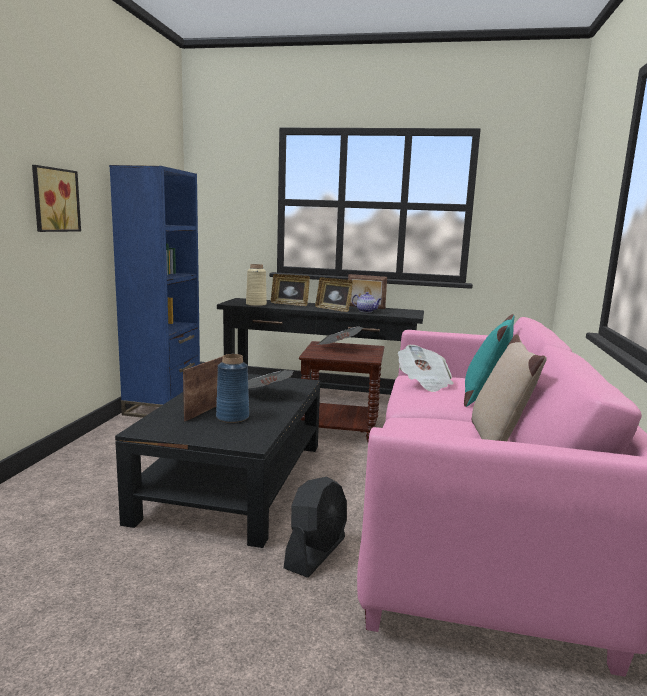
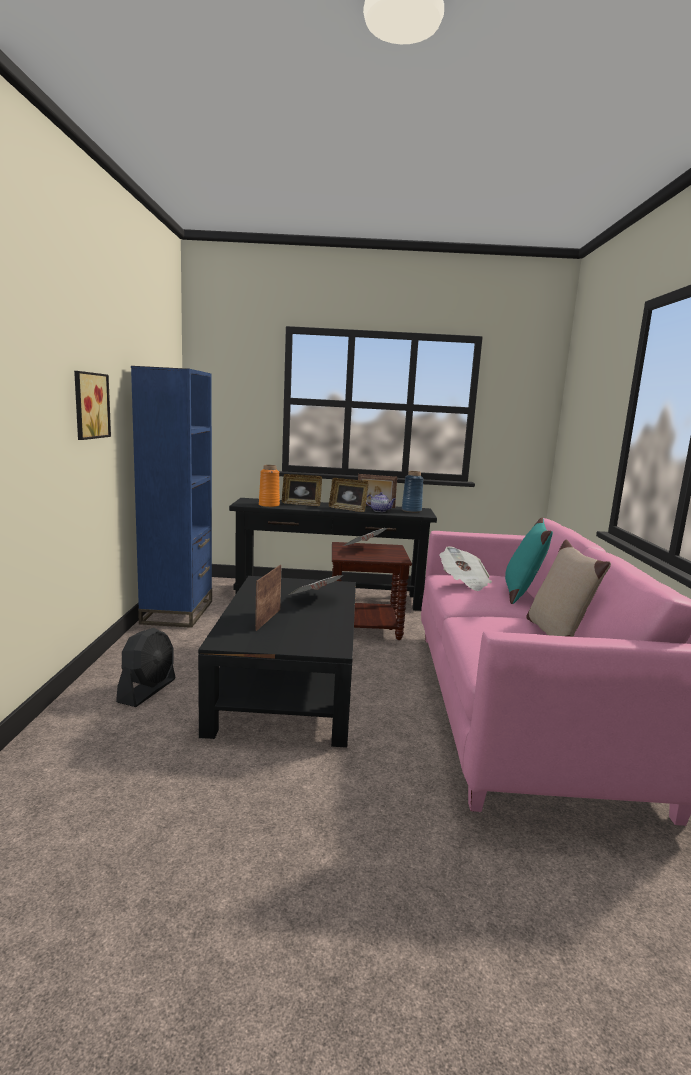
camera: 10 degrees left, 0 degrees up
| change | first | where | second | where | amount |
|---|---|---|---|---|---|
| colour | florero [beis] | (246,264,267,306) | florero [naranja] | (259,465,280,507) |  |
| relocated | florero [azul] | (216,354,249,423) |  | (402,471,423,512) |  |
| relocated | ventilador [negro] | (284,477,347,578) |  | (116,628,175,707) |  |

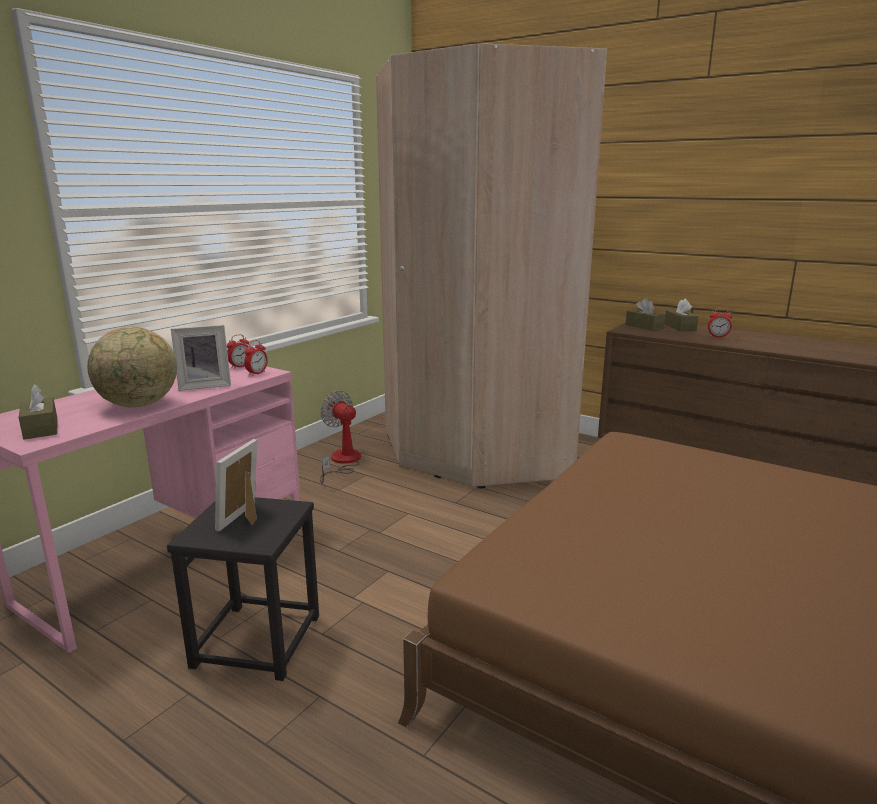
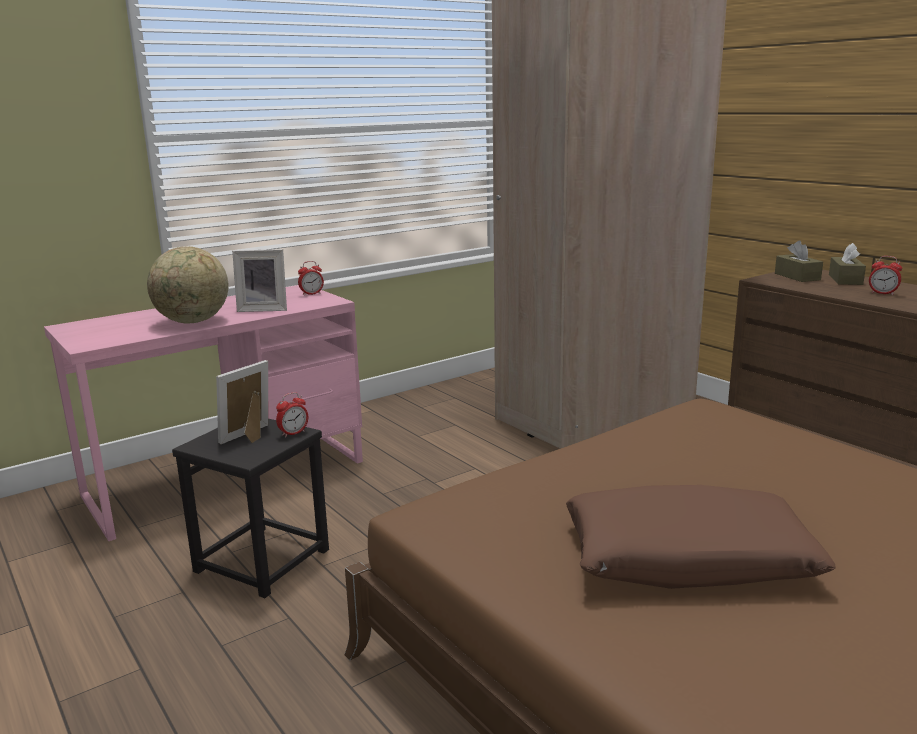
camera: 20 degrees right, 0 degrees up
| change | first | where | second | where | amount |
|---|---|---|---|---|---|
| relocated | despertador | (244,340,268,376) |  | (276,392,308,437) |  |
| missing | caja de pañuelos [marrón] | (18,384,57,440) |  |  |  |
| missing | ventilador | (320,391,361,483) |  |  |  |
| appeared |  |  | cojín [marrón] | (566,485,836,589) |  |

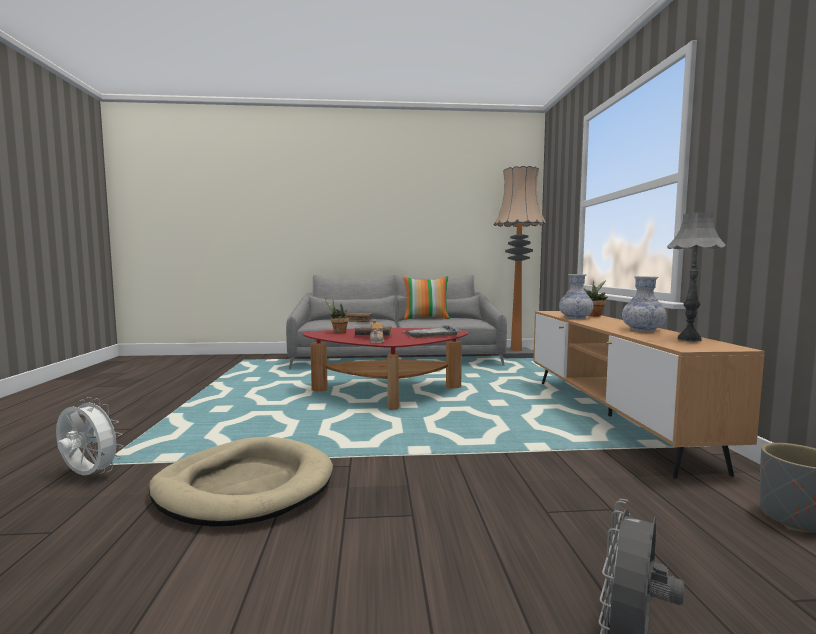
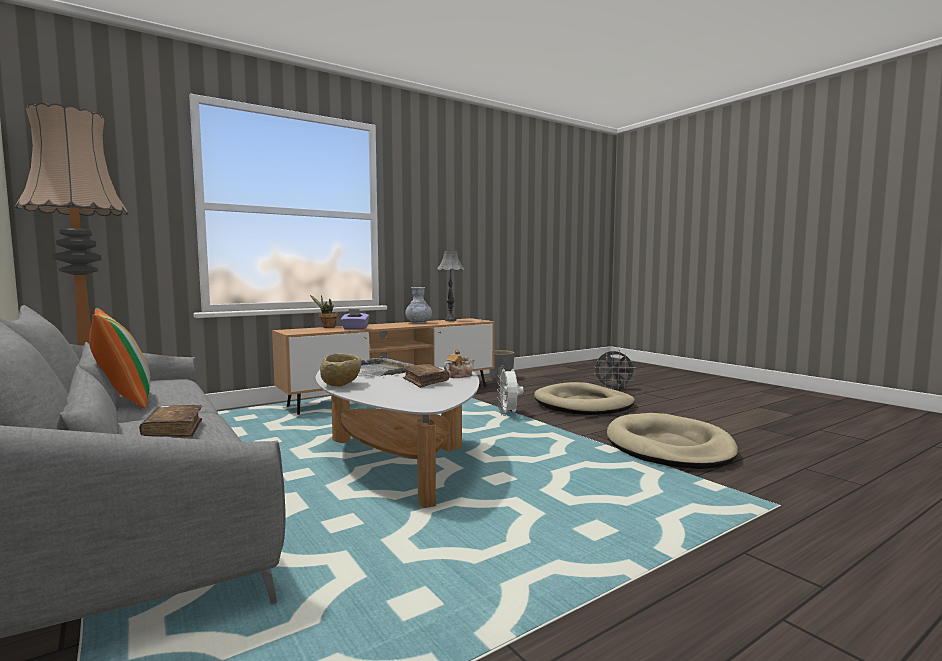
camera: 120 degrees left, 0 degrees up
| change | first | where | second | where | amount |
|---|---|---|---|---|---|
| exchanged | florero | (559,274,594,319) | caja de pañuelos [morado] | (341,309,369,329) |  |
| missing | planta en maceta | (325,299,349,333) |  |  |  |
| colour | mesa de centro [rojo] | (302,328,469,410) | mesa de centro [blanco] | (316,367,479,508) |  |
| relocated | ventilador [blanco] | (56,397,123,475) |  | (497,366,524,416) |  |
| appeared |  |  | cuenco [beis] | (320,353,361,386) |  |
| appeared |  |  | cama para perro [beis] | (534,382,635,415) |  |

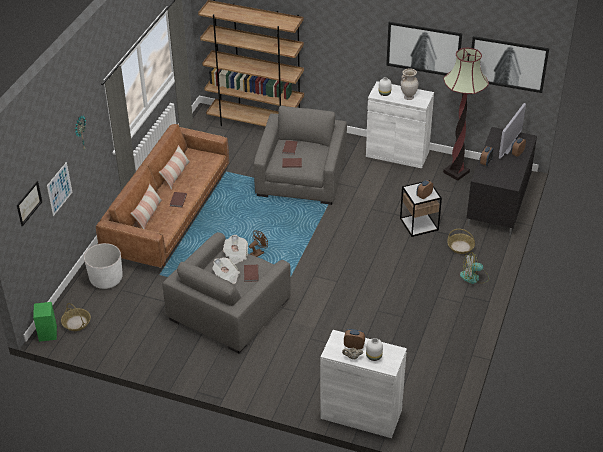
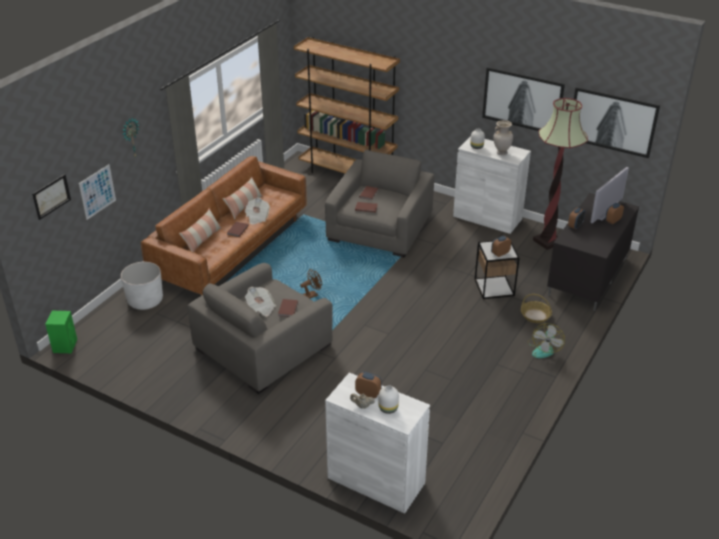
camera: 10 degrees right, 5 degrees down
| change | first | where | second | where | amount |
|---|---|---|---|---|---|
| relocated | periódico | (223,235,248,264) |  | (245,198,270,224) |  |
| spun | ventilador | (460,252,489,284) |  | (527,324,565,358) | 75 degrees counterclockwise |
| missing | cesta | (61,303,91,331) |  |  |  |

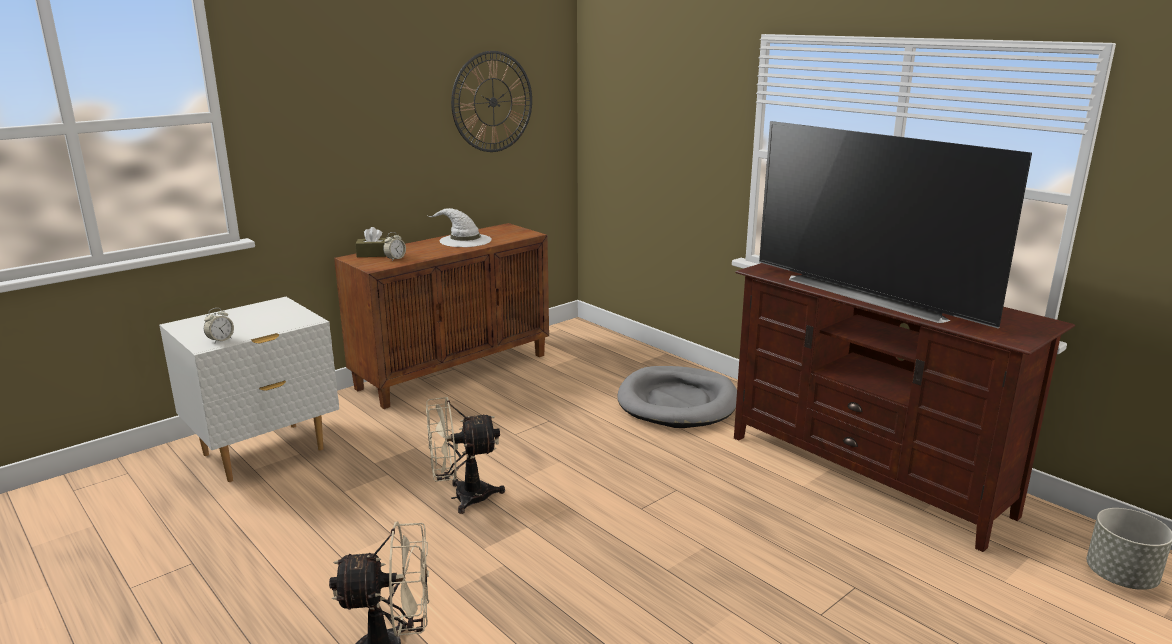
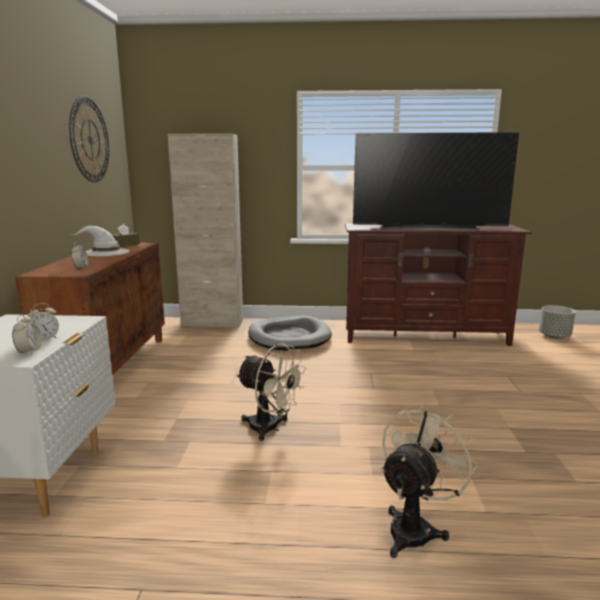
camera: 45 degrees left, 5 degrees down
| change | first | where | second | where | amount |
|---|---|---|---|---|---|
| relocated | caja de pañuelos [marrón] | (355,227,386,257) |  | (112,224,140,247) |  |
| spun | ventilador [beis] | (426,397,505,514) |  | (236,343,306,441) | 90 degrees counterclockwise |
| appeared |  |  | armario [beis] | (168,133,243,328) |  |
| appeared |  |  | despertador | (28,303,59,340) |  |

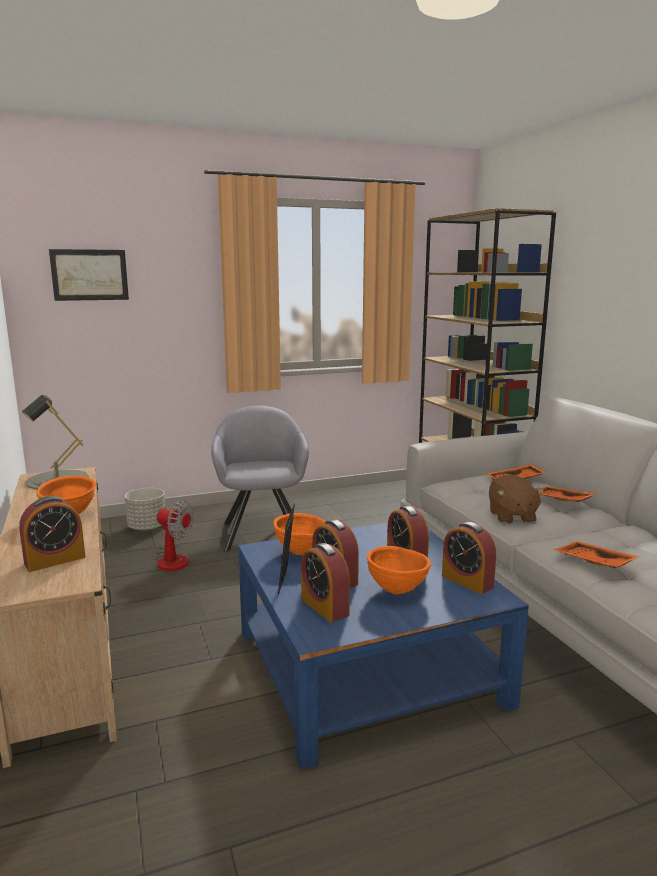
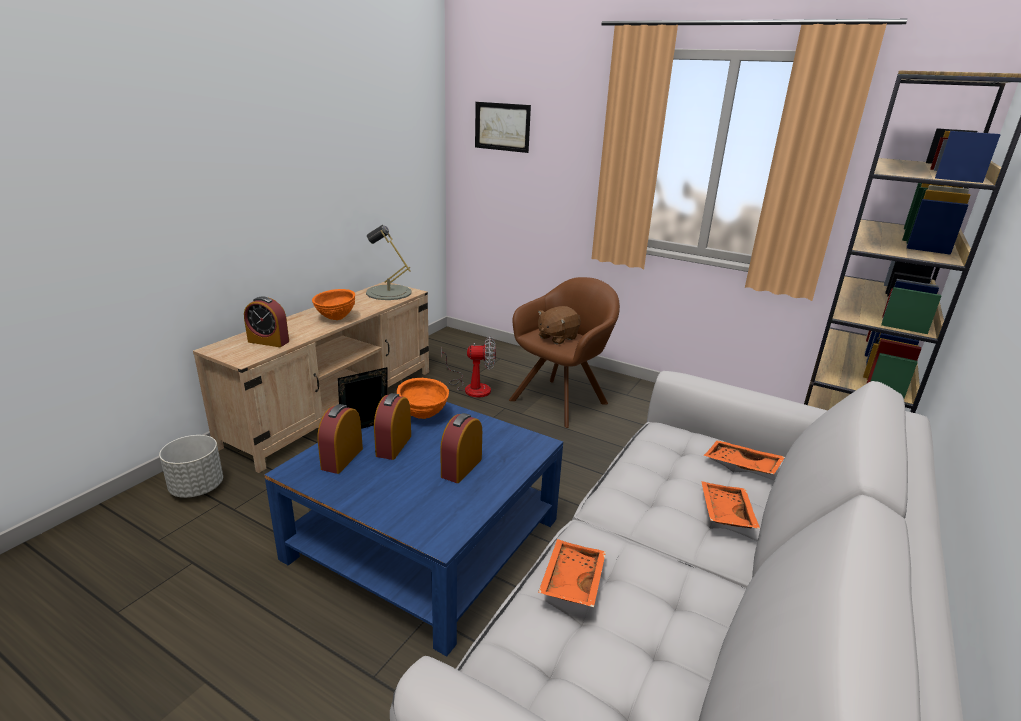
camera: 50 degrees right, 10 degrees up
| change | first | where | second | where | amount |
|---|---|---|---|---|---|
| colour | sillón [gris] | (211,405,309,552) | sillón [marrón] | (509,277,620,428) |  |
| relocated | peluche [marrón] | (489,475,544,524) |  | (538,306,581,344) |  |
| relocated | maceta [gris] | (125,488,165,531) |  | (159,435,223,498) |  |
| spun | ventilador | (154,500,194,571) |  | (441,336,496,398) | 75 degrees counterclockwise |
| missing | despertador | (442,522,496,594) |  |  |  |
| missing | cuenco [naranja] | (367,546,431,595) |  |  |  |

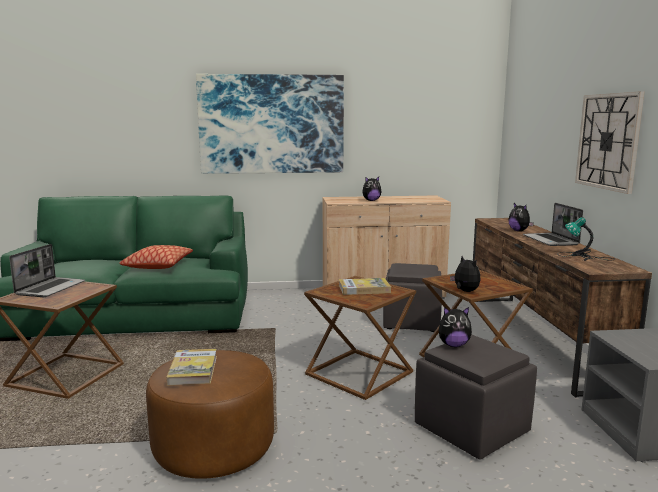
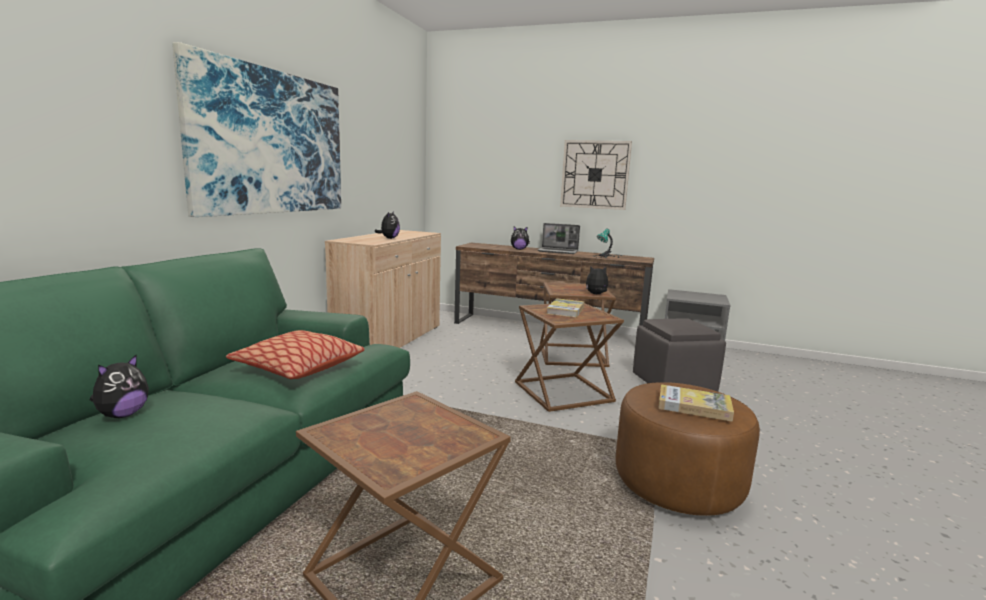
camera: 65 degrees left, 0 degrees up
| change | first | where | second | where | amount |
|---|---|---|---|---|---|
| missing | portátil | (9,244,85,297) |  |  |  |
| missing | puf [gris] | (383,263,442,332) |  |  |  |
| relocated | peluche | (439,307,472,347) |  | (90,354,149,418) |  |

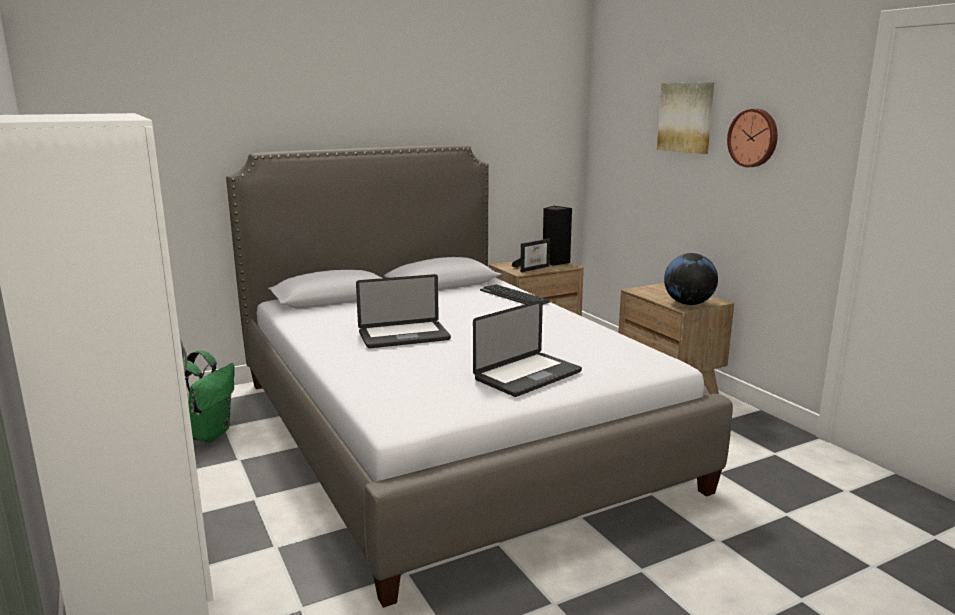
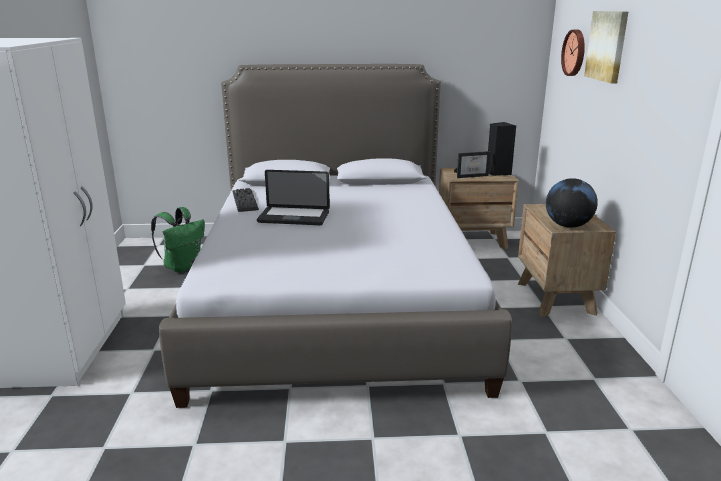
camera: 25 degrees right, 5 degrees up
| change | first | where | second | where | amount |
|---|---|---|---|---|---|
| relocated | reloj de pared | (727,109,778,167) |  | (561,30,585,76) |  |
| relocated | teclado | (480,284,550,304) |  | (232,188,259,212) |  |
| missing | portátil | (473,300,582,397) |  |  |  |

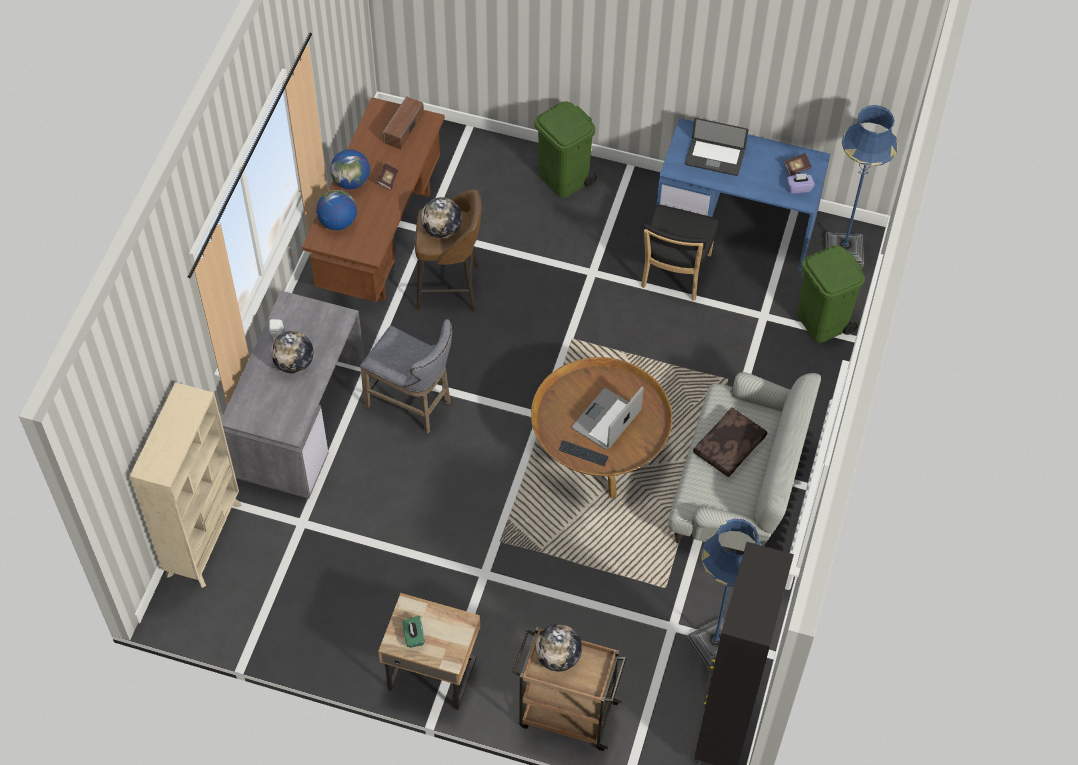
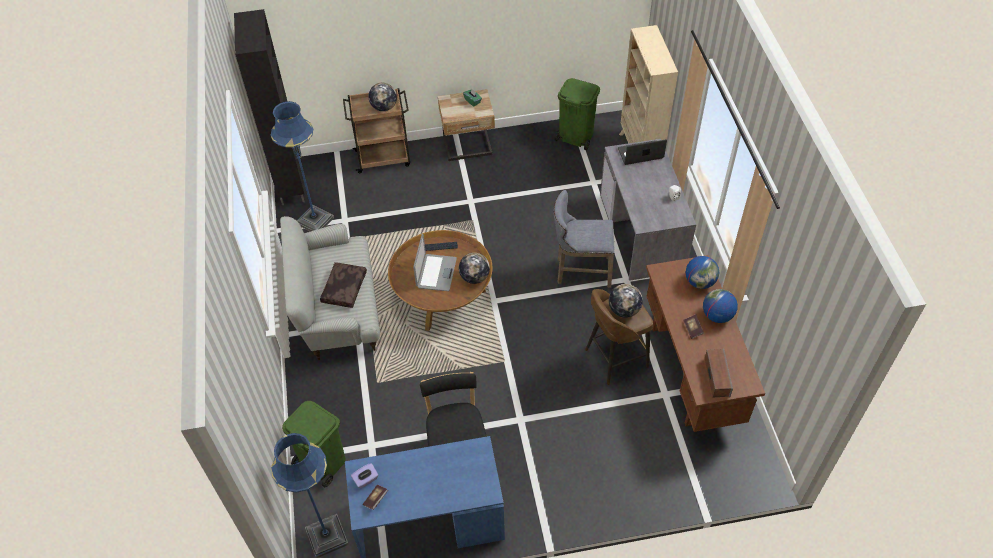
camera: 155 degrees right, 5 degrees down
| change | first | where | second | where | amount |
|---|---|---|---|---|---|
| relocated | papelera [verde] | (534,102,598,197) |  | (554,78,600,150) |  |
| relocated | portátil | (685,118,748,176) |  | (618,139,667,165) |  |
| relocated | globo terráqueo | (271,331,314,373) |  | (459,253,490,284) |  |

